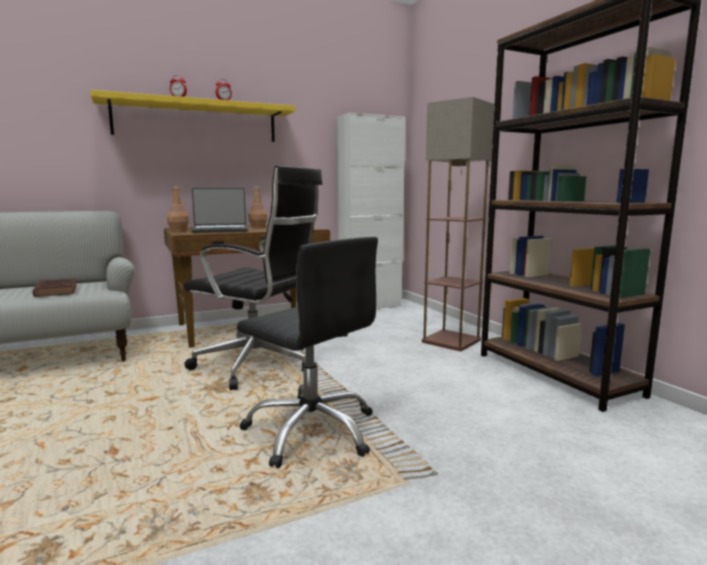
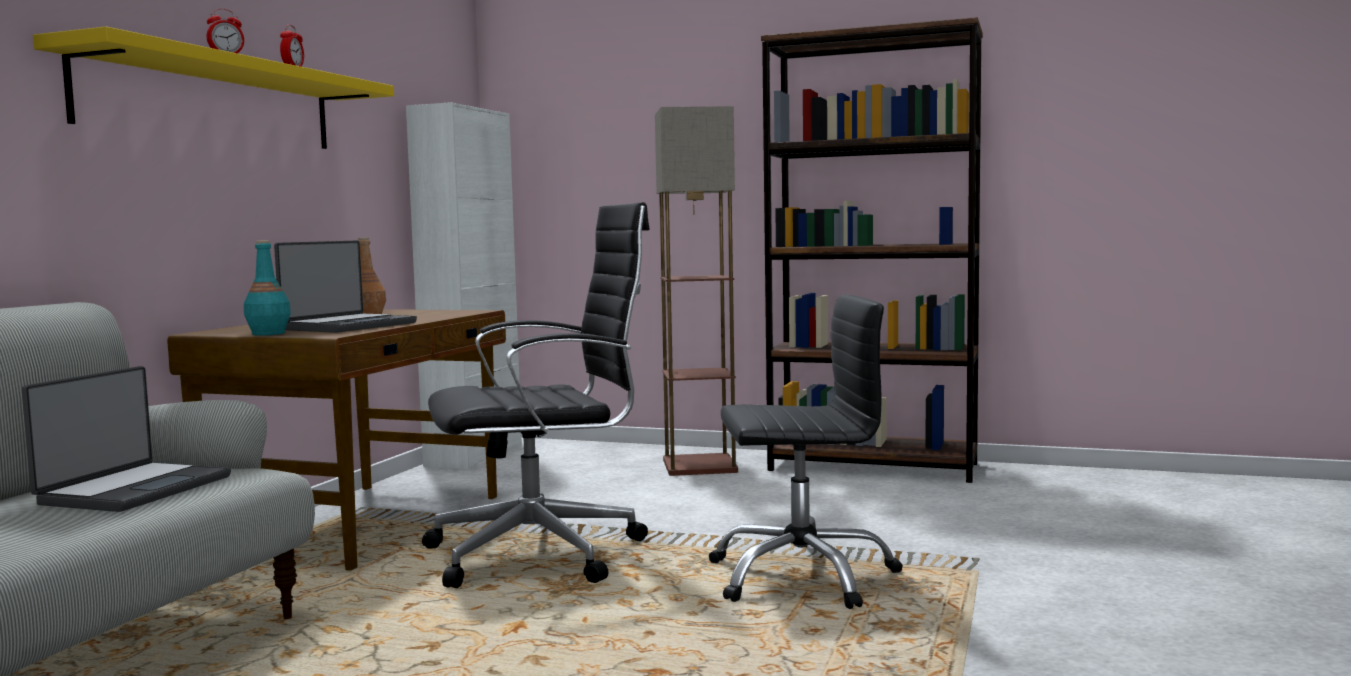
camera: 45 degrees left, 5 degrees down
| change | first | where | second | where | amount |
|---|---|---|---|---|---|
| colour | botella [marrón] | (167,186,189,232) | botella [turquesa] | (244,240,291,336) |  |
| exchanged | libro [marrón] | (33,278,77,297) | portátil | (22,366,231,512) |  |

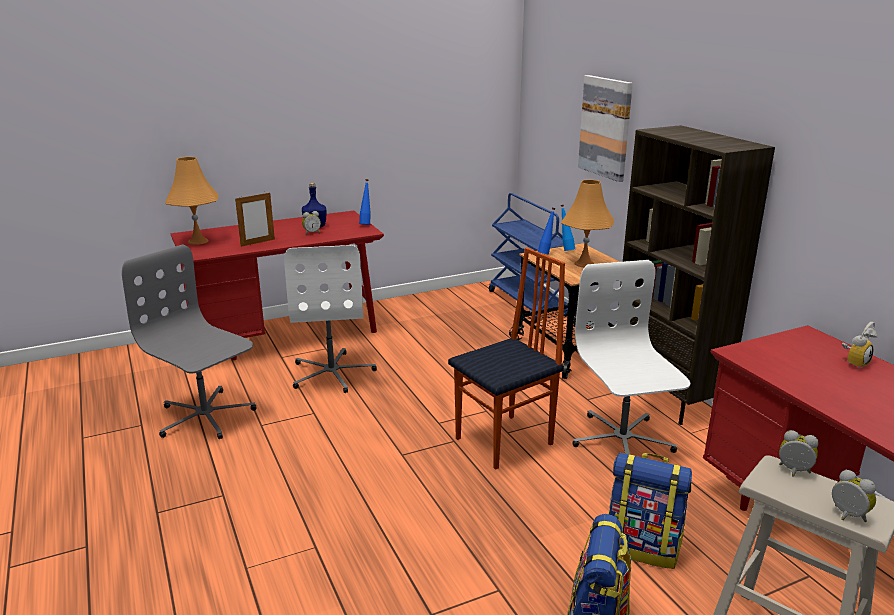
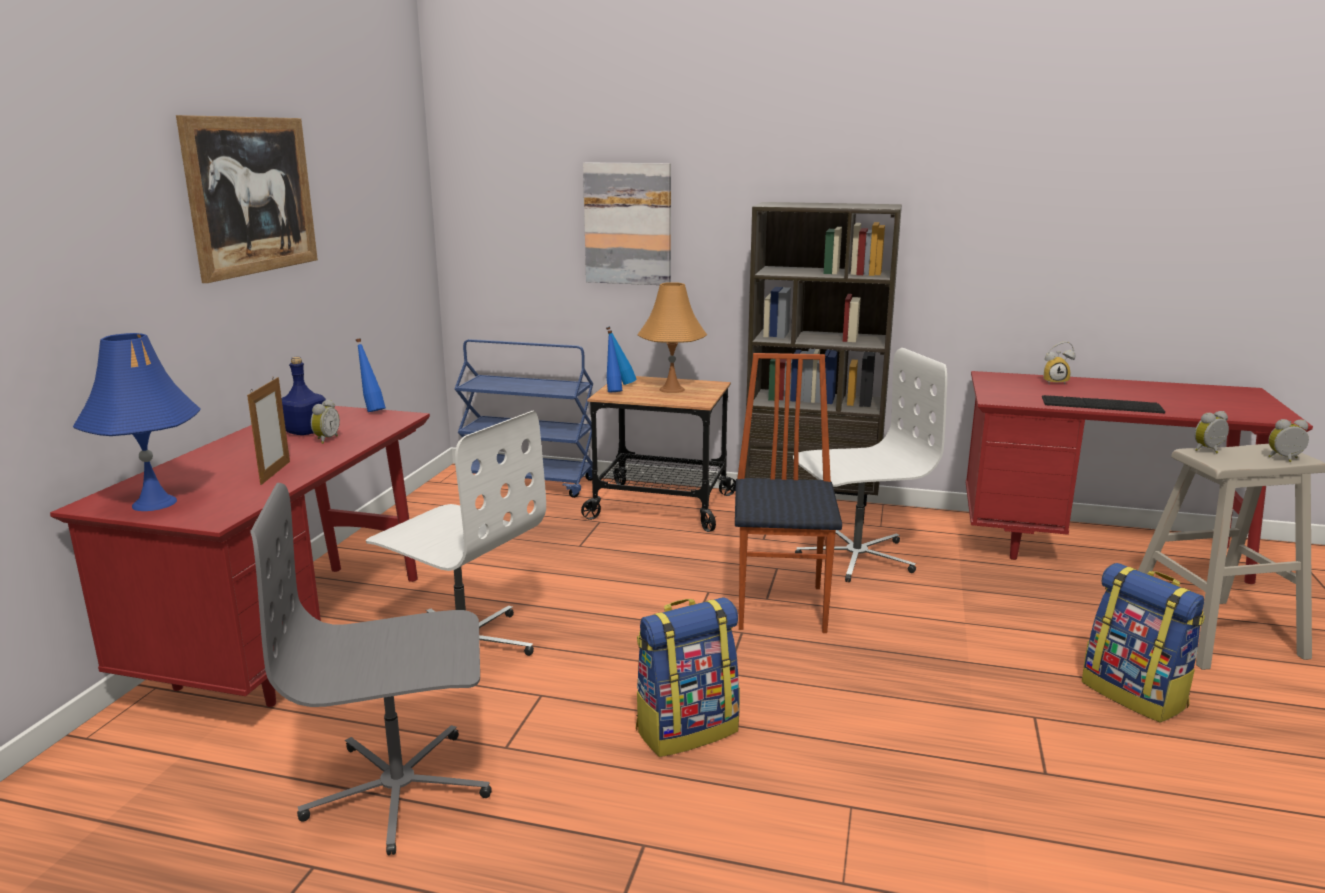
camera: 50 degrees left, 5 degrees down
| change | first | where | second | where | amount |
|---|---|---|---|---|---|
| colour | lámpara de mesa [naranja] | (165,157,218,245) | lámpara de mesa [azul] | (73,333,201,511) |  |
| spun | silla de oficina [blanco] | (572,260,690,454) |  | (793,348,947,582) | 135 degrees clockwise |
| spun | despertador | (842,322,878,369) |  | (1043,341,1075,384) | 90 degrees clockwise |
| relocated | mochila | (608,453,692,569) |  | (636,597,740,757) |  |
| appeared |  |  | cuadro | (176,115,318,283) |  |
| appeared |  |  | teclado | (1042,395,1165,413) |  |

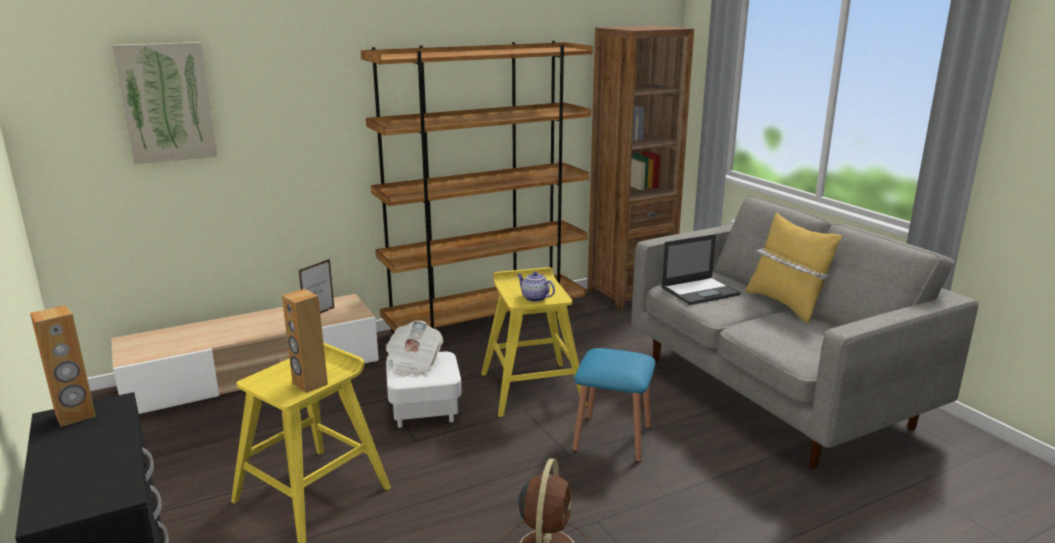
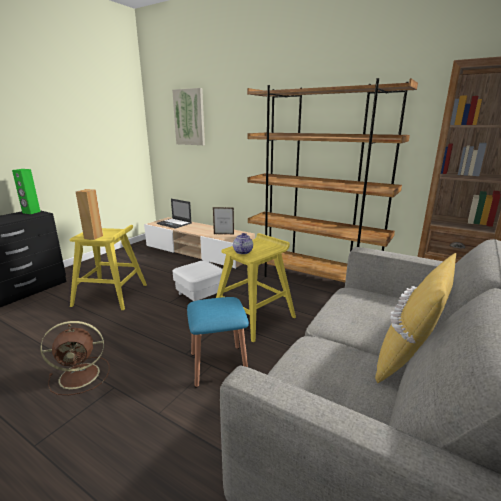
camera: 60 degrees right, 0 degrees up
| change | first | where | second | where | amount |
|---|---|---|---|---|---|
| relocated | portátil | (661,234,741,305) |  | (157,199,192,229) |  |
| colour | altavoz [marrón] | (30,305,96,427) | altavoz [verde] | (12,169,41,214) |  |
| missing | periódico | (385,320,443,377) |  |  |  |

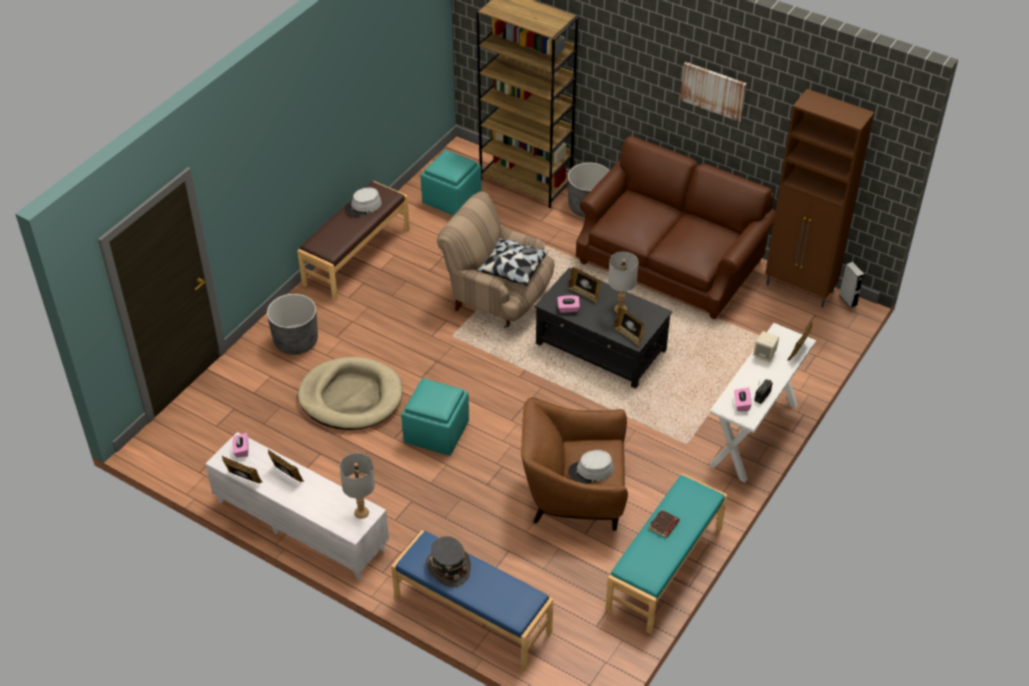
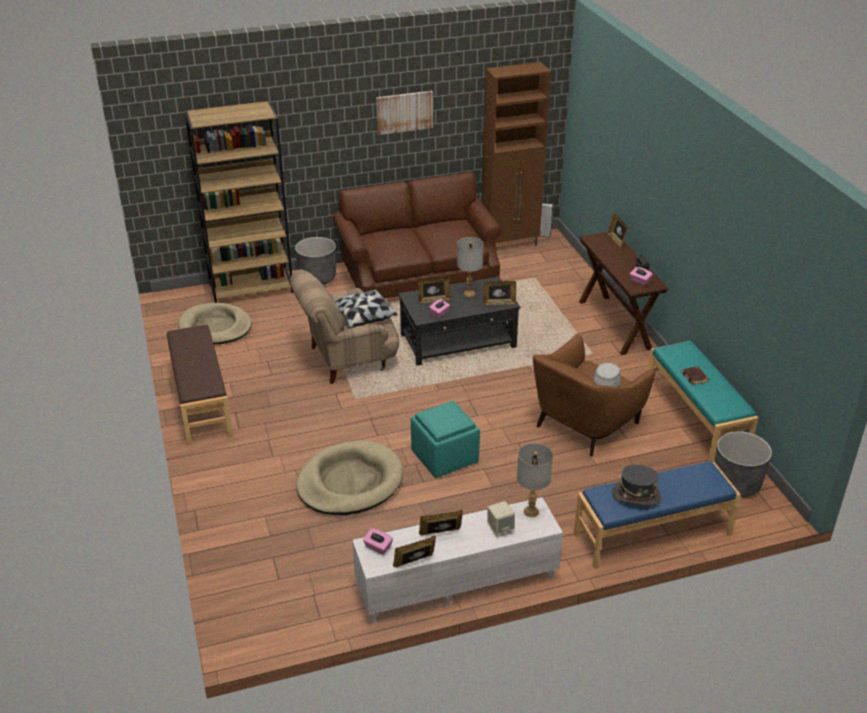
camera: 50 degrees left, 10 degrees down
| change | first | where | second | where | amount |
|---|---|---|---|---|---|
| exchanged | puf [turquesa] | (421,150,482,216) | cama para perro [beis] | (178,303,252,344) |  |
| missing | sombrero [gris] | (345,187,382,217) |  |  |  |
| relocated | maceta [gris] | (267,294,318,355) |  | (715,431,772,497) |  |
| colour | mesa consola [blanco] | (709,323,817,482) | mesa consola [marrón] | (579,232,669,355) |  |
| relocated | altavoz [beis] | (753,331,779,362) |  | (487,501,515,536) |  |

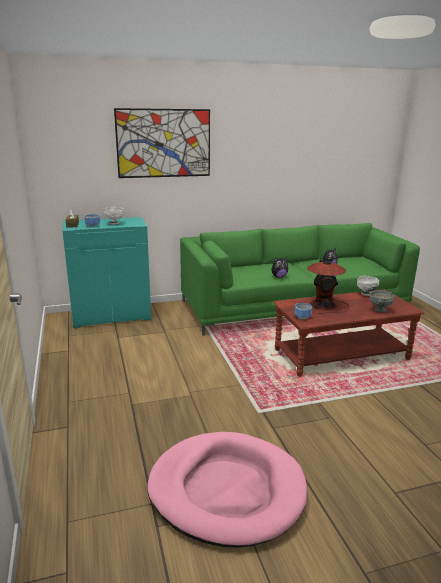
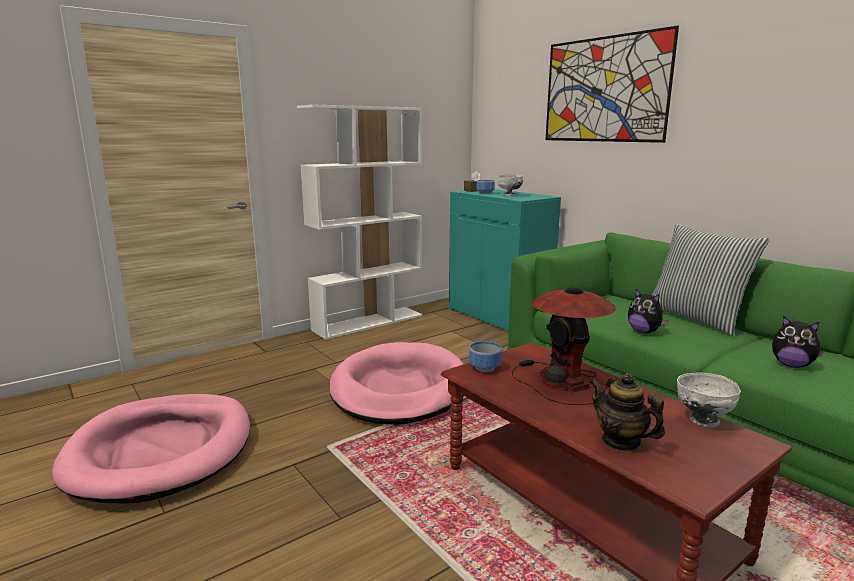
camera: 70 degrees right, 5 degrees down
| change | first | where | second | where | amount |
|---|---|---|---|---|---|
| exchanged | cuenco [gris] | (370,290,395,312) | tetera | (590,373,665,452) |  |
| appeared |  |  | estantería [blanco] | (297,105,422,340) |  |
| appeared |  |  | cojín | (652,224,770,336) |  |
| appeared |  |  | cama para perro [rosa] | (329,342,464,425) |  |

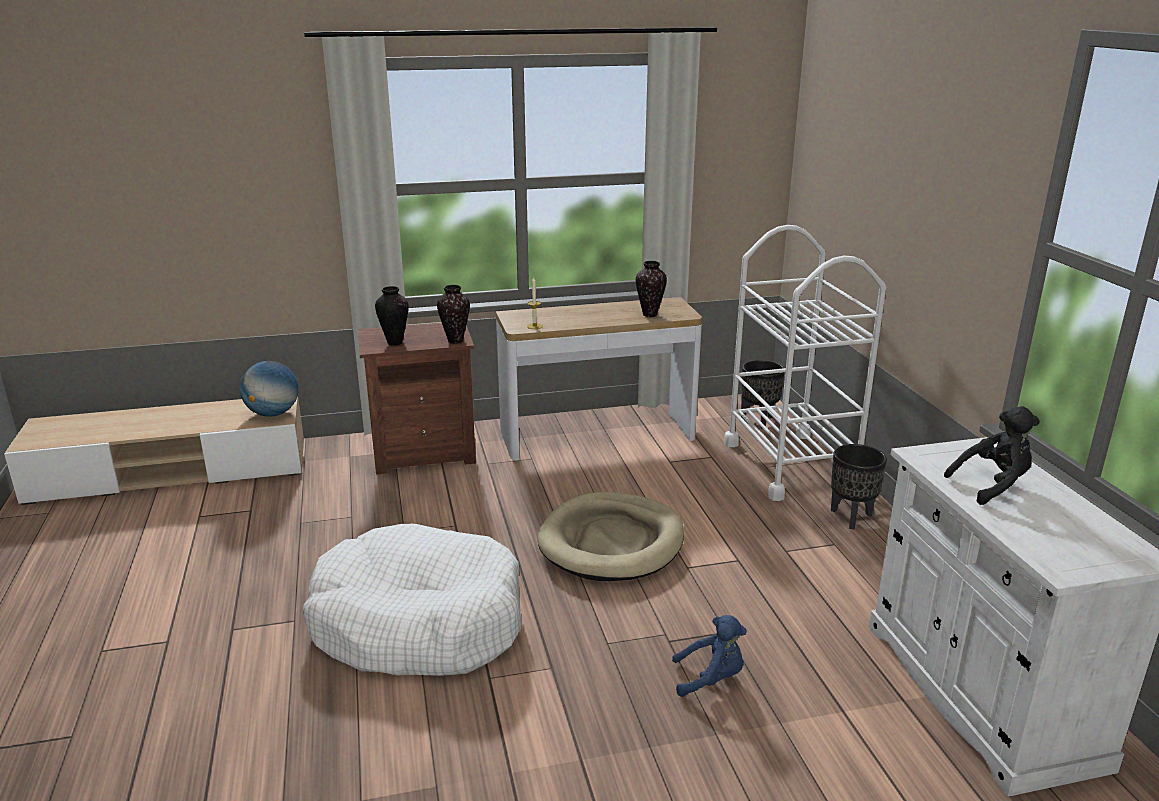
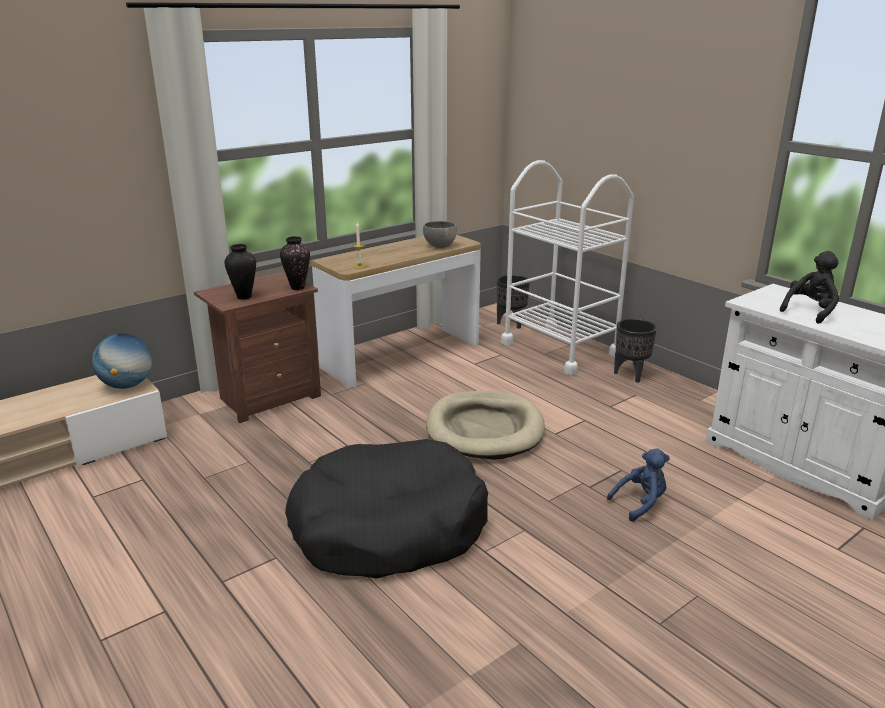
camera: 25 degrees left, 0 degrees up
| change | first | where | second | where | amount |
|---|---|---|---|---|---|
| exchanged | florero | (636,261,667,317) | cuenco [gris] | (423,221,457,248) |  |
| colour | cama para perro [blanco] | (303,524,521,676) | cama para perro [negro] | (285,439,488,579) |  |

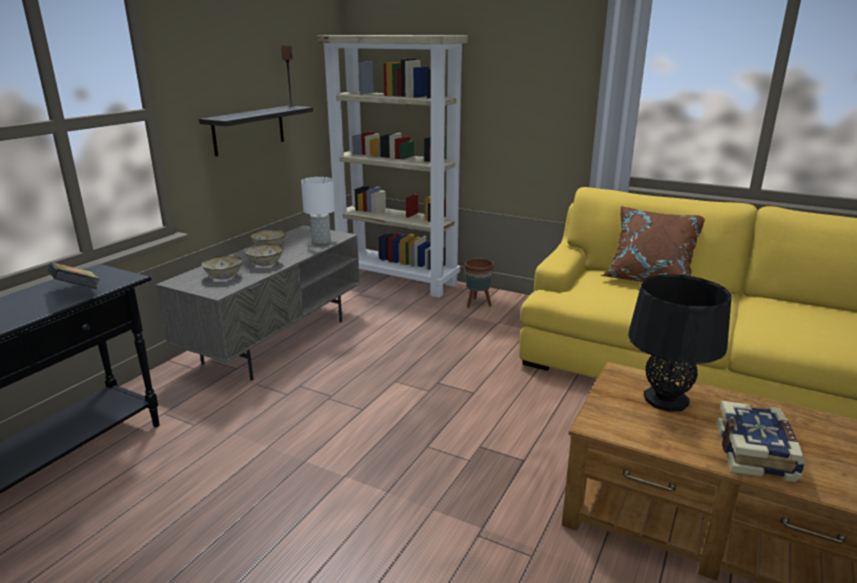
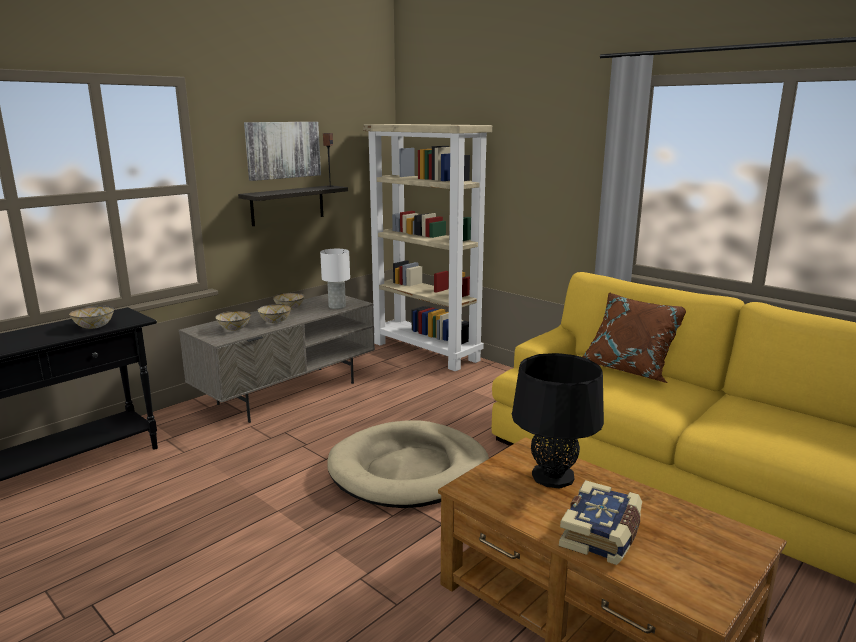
camera: 15 degrees right, 5 degrees down
| change | first | where | second | where | amount |
|---|---|---|---|---|---|
| missing | maceta [marrón] | (464,258,494,308) |  |  |  |
| exchanged | libro | (47,262,100,289) | cuenco | (69,305,114,329) |  |
| appeared |  |  | cuadro | (244,122,321,181) |  |
| appeared |  |  | cama para perro [beis] | (327,420,489,508) |  |

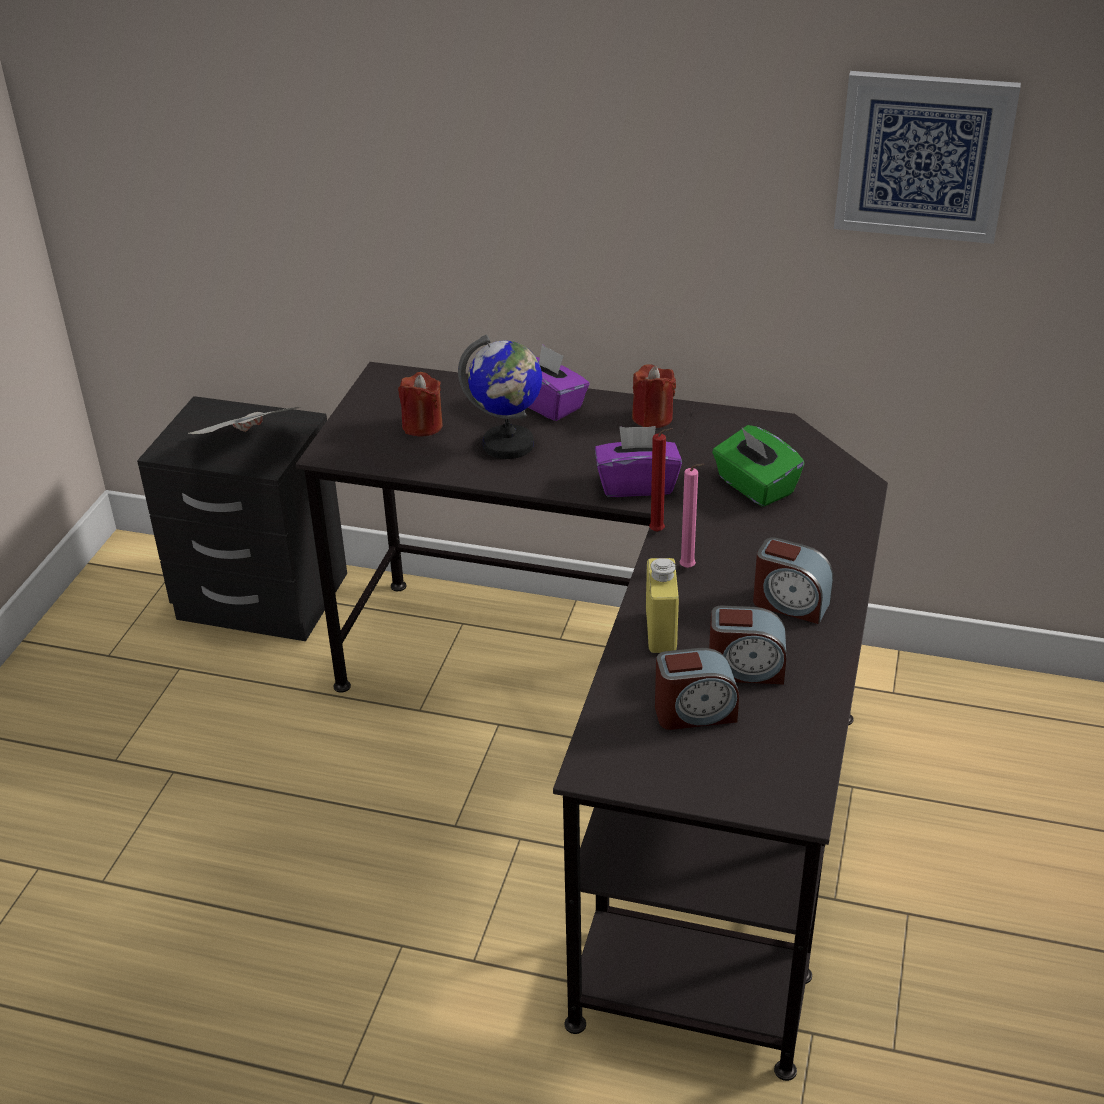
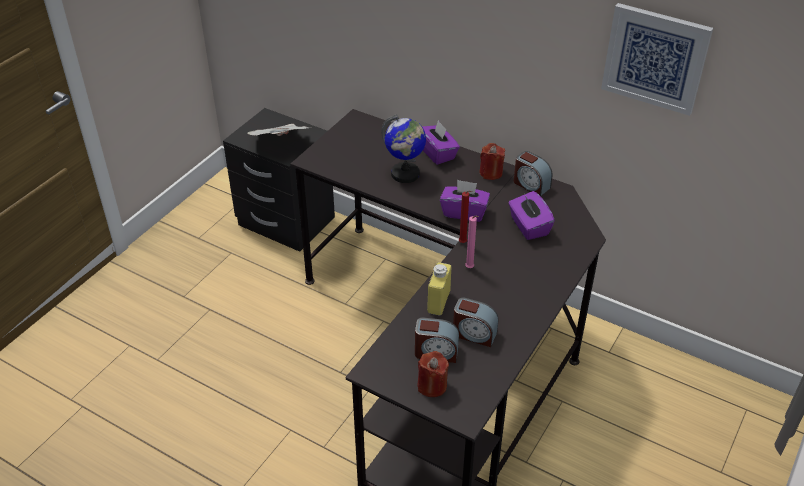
camera: 15 degrees right, 5 degrees up
| change | first | where | second | where | amount |
|---|---|---|---|---|---|
| relocated | vela [rojo] | (398,372,443,437) |  | (417,351,449,397) |  |
| colour | caja de pañuelos [verde] | (712,425,805,507) | caja de pañuelos [morado] | (509,191,555,240) |  |
| relocated | despertador | (753,537,833,624) |  | (514,151,552,196) |  |

